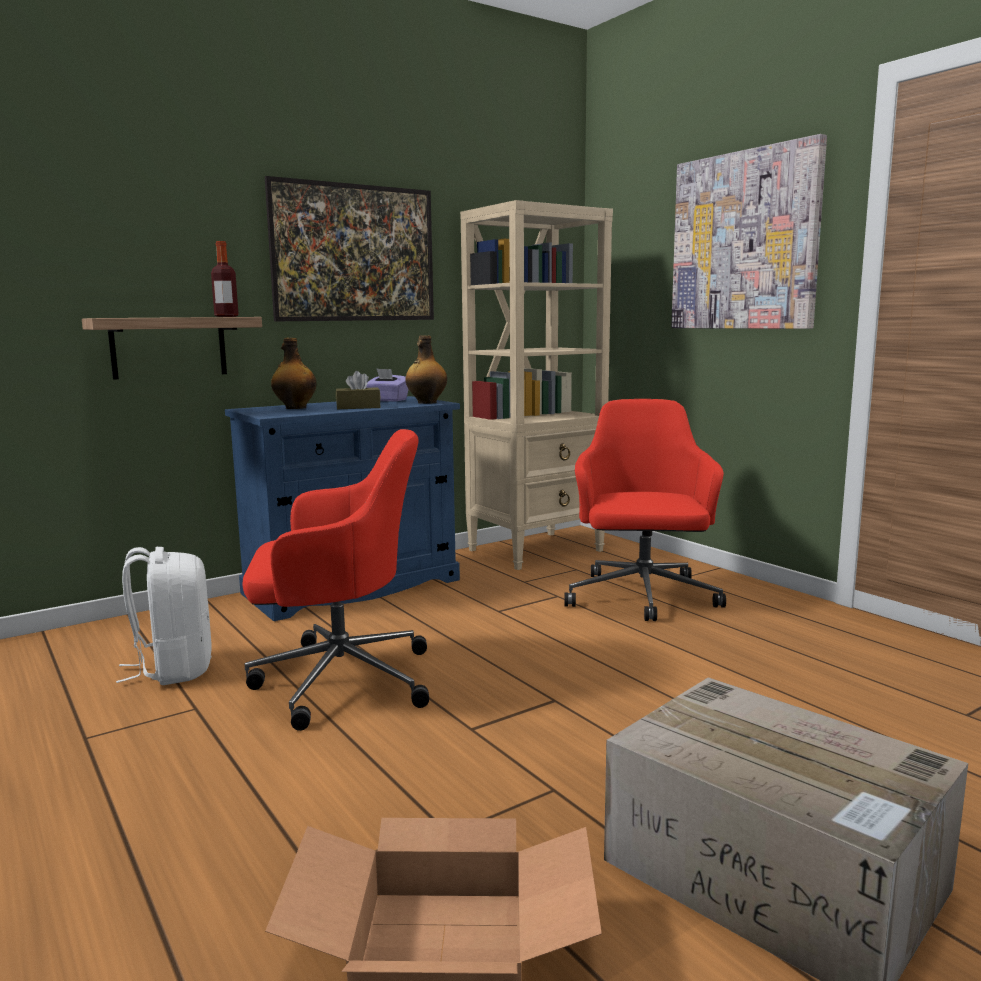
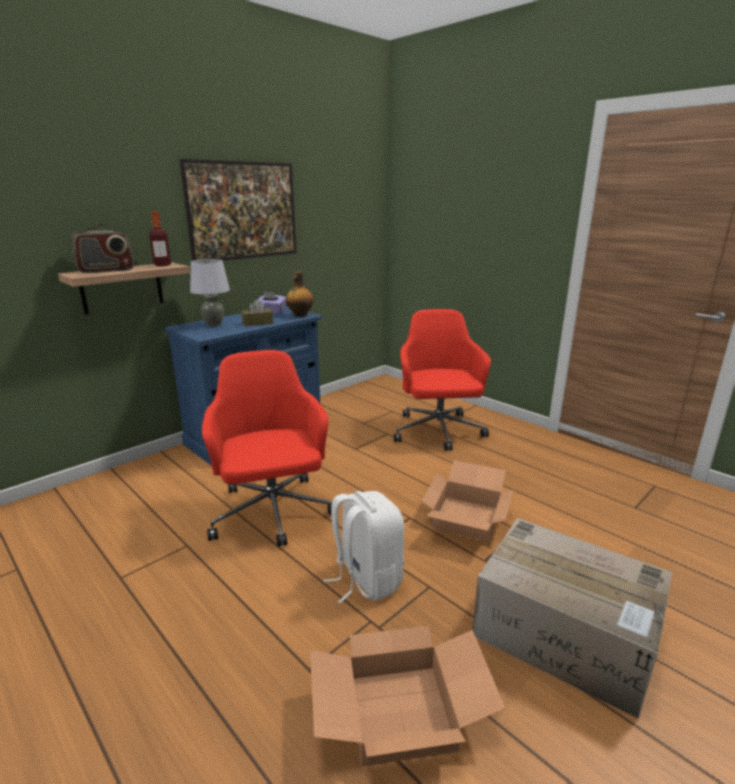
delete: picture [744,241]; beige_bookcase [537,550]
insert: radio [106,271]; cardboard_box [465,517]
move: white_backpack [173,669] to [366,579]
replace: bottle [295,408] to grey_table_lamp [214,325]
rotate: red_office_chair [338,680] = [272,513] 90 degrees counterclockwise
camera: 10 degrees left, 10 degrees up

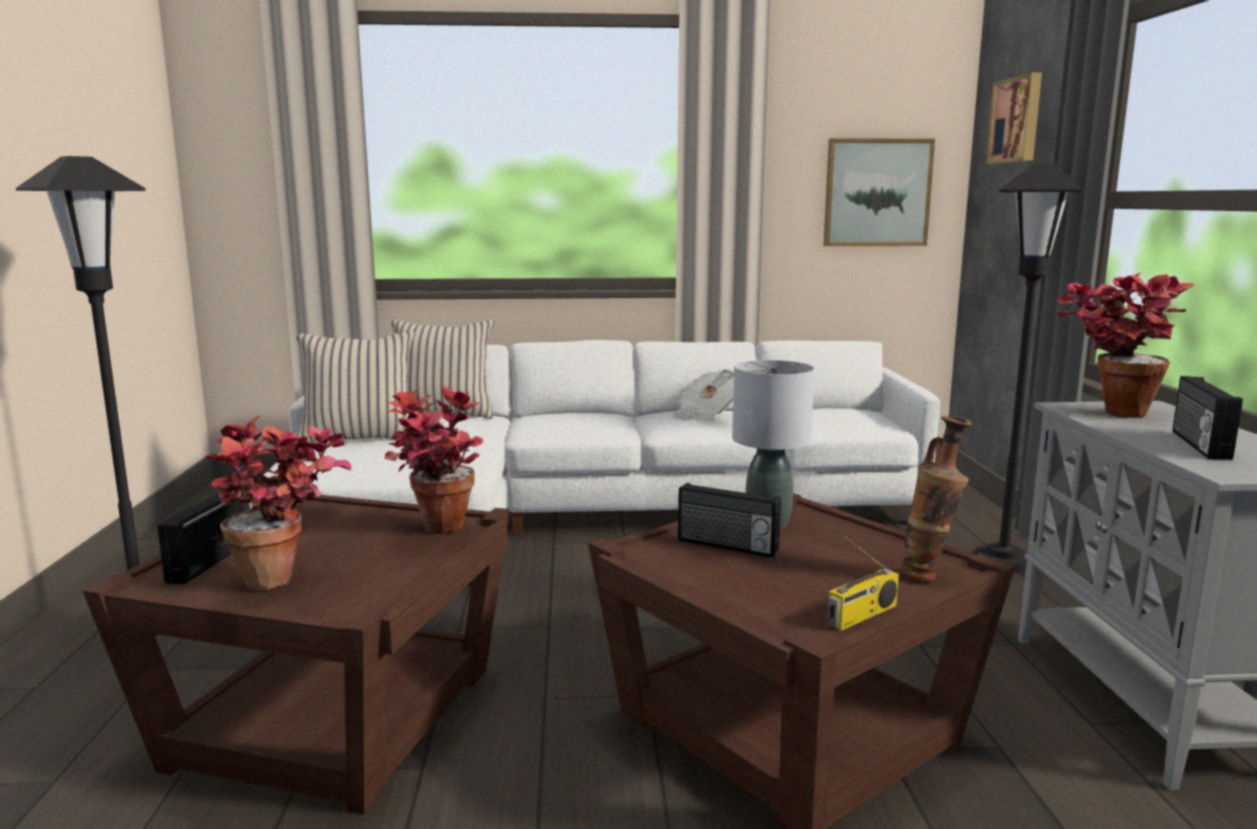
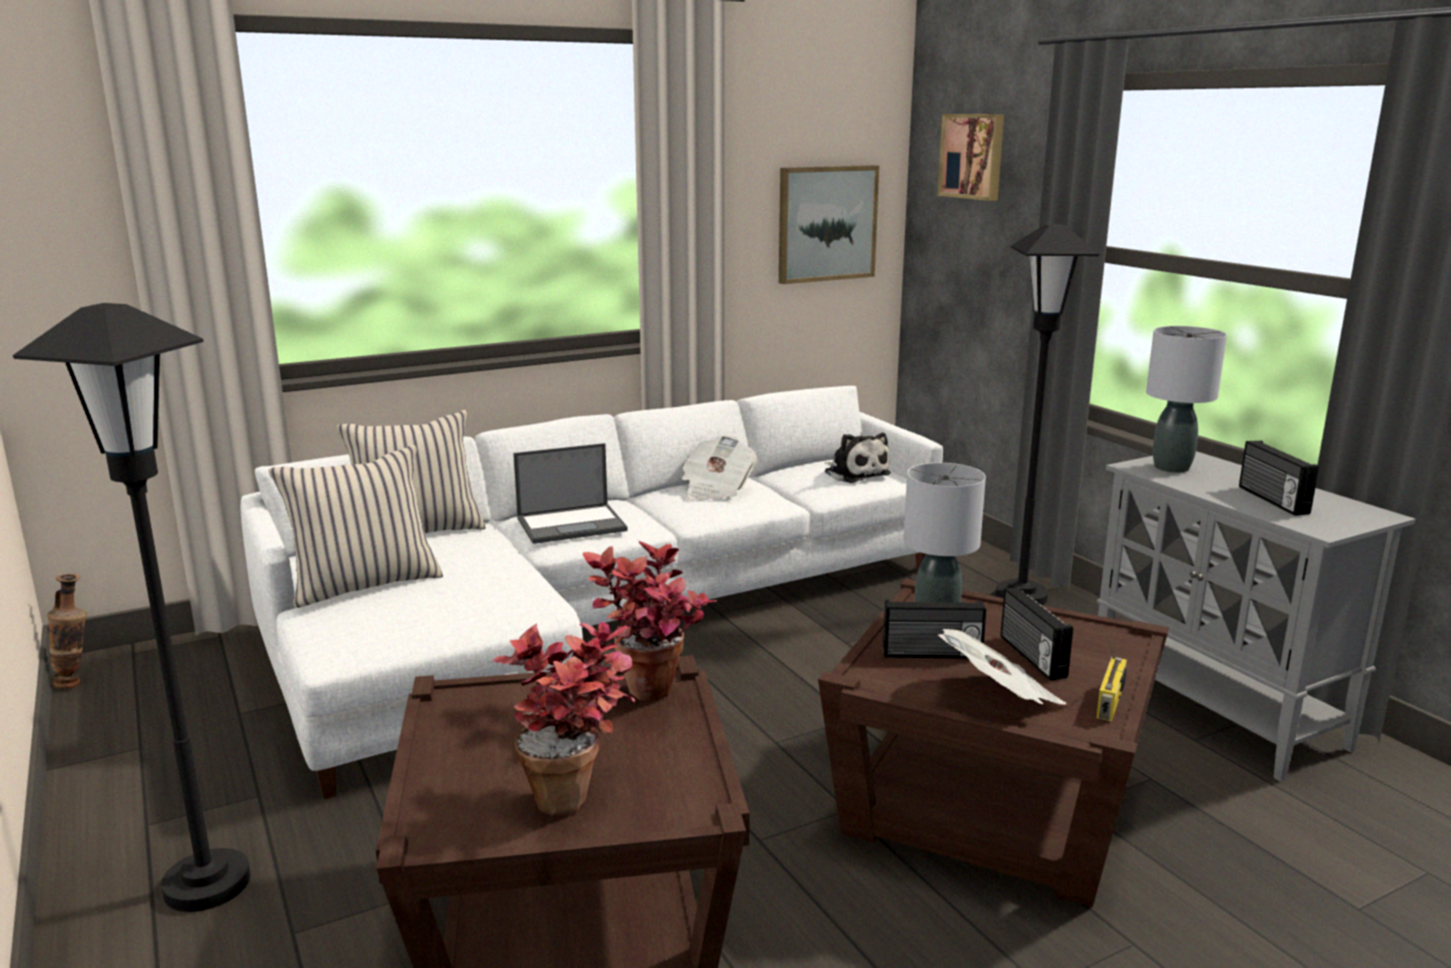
insert: plush_toy [855,473]; laptop [572,524]; newspaper [999,698]
move: vase [929,576] to [77,683]; radio [206,562] to [1030,657]
replace: potted_plant [1109,411] to grey_table_lamp [1171,468]
camera: 25 degrees left, 5 degrees up

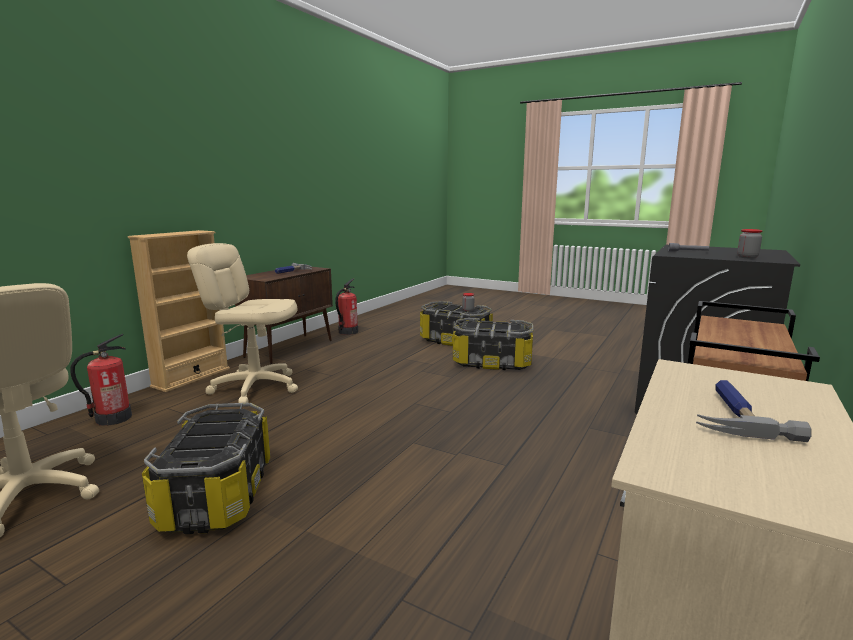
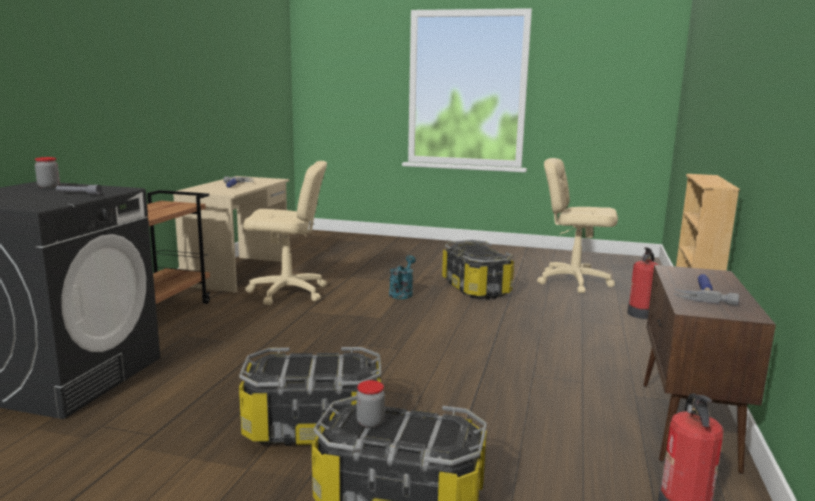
insert: turquoise_watering_can [402,293]
move: beige_office_chair [255,387] to [288,292]
camera: 165 degrees right, 0 degrees up

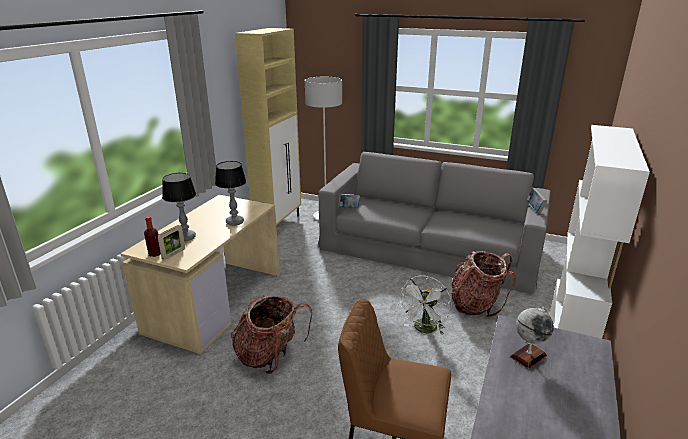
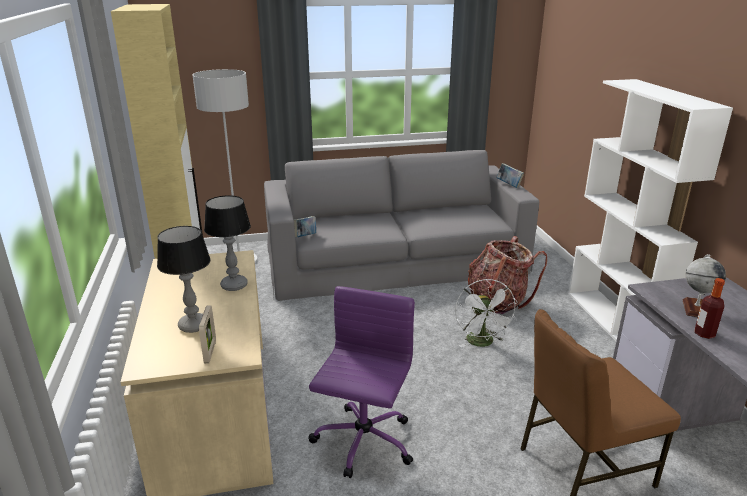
move: bottle [155,254] to [704,334]
replace: backpack [270,356] to purple_office_chair [363,442]
camera: 35 degrees left, 0 degrees up

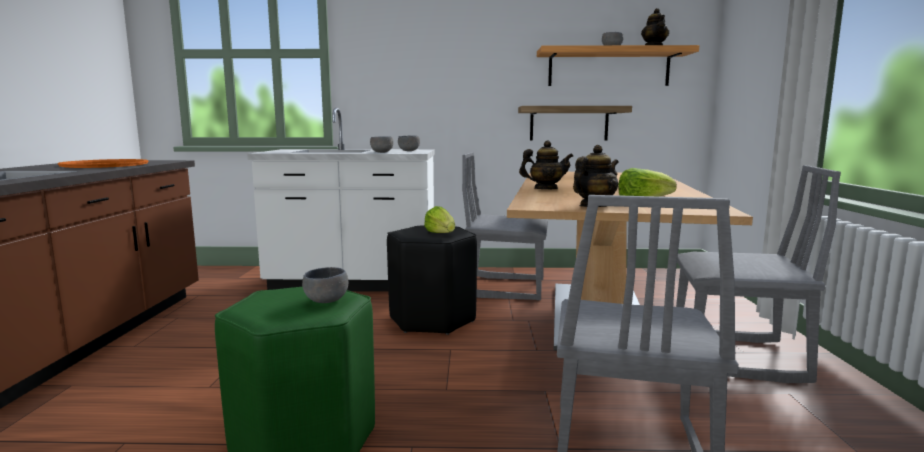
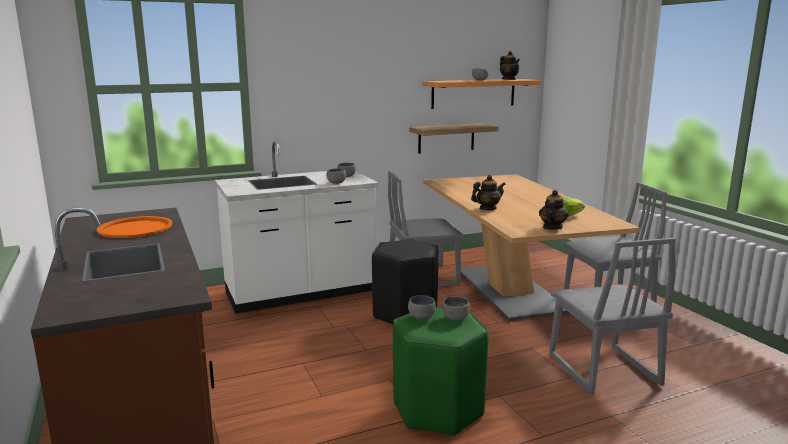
delete: lettuce [441,234]
insert: grey_bowl [422,317]
camera: 25 degrees left, 5 degrees up

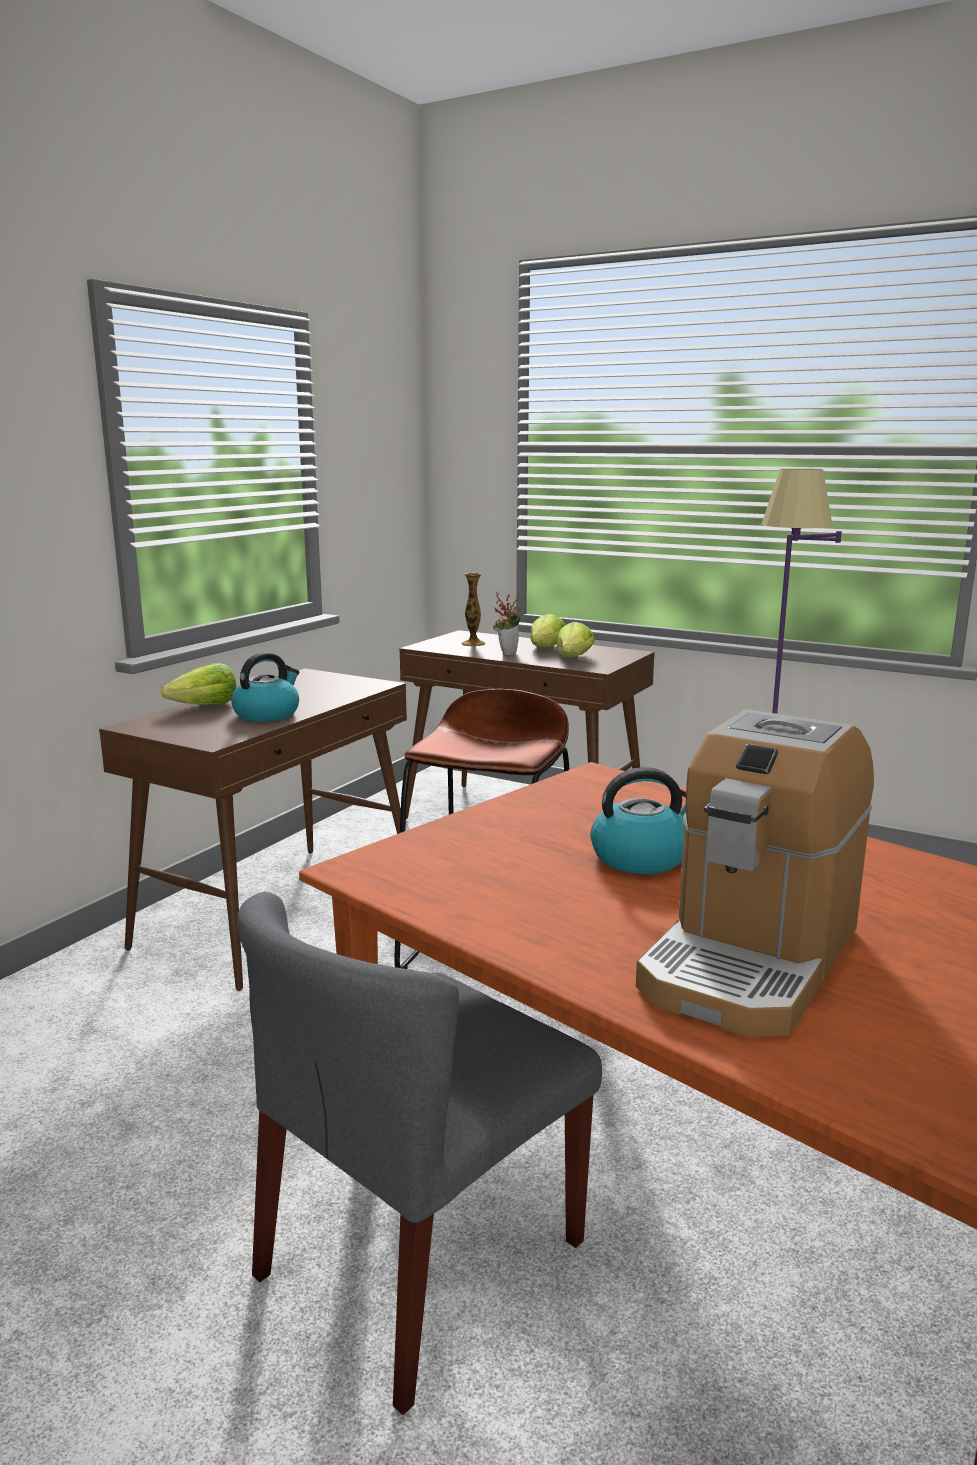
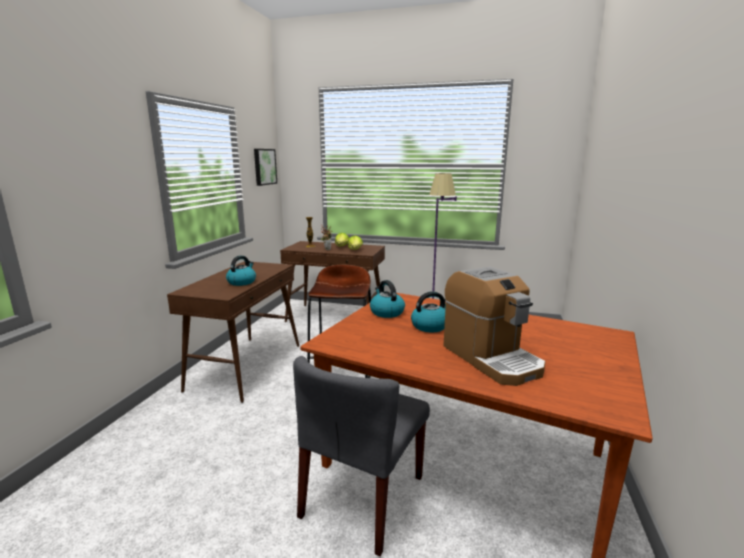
delete: lettuce [205,706]
insert: picture [264,166]; kettle [386,312]
rotate: coffee_machine [751,958] = [491,358] 45 degrees counterclockwise
camera: 15 degrees left, 0 degrees up

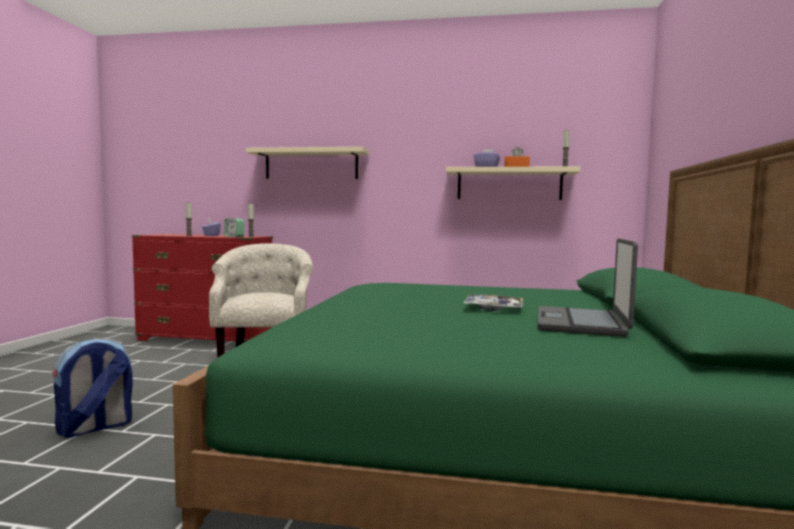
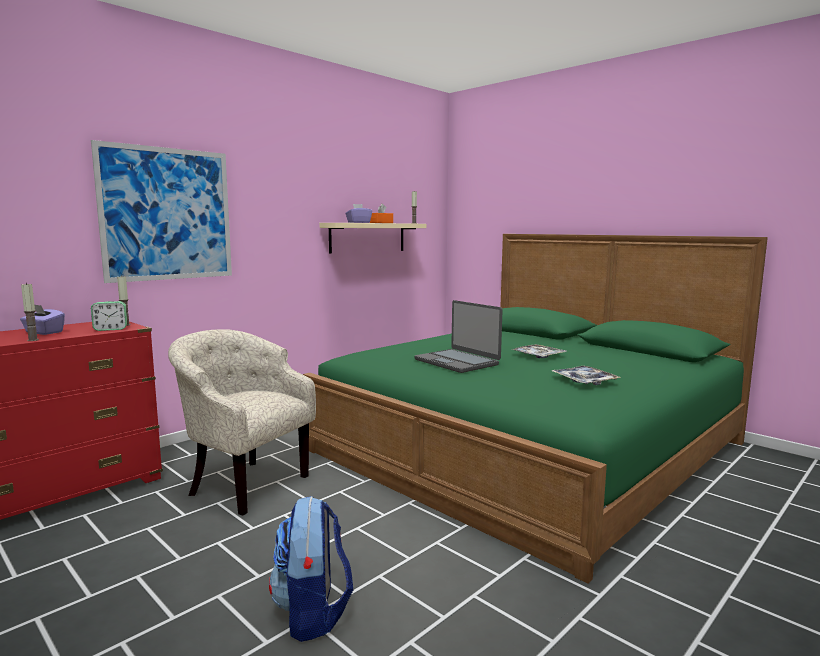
insert: tray [584,381]
move: laptop [581,323] to [457,362]
replace: beige_shelf [311,164] to picture [167,214]
camera: 55 degrees left, 5 degrees up

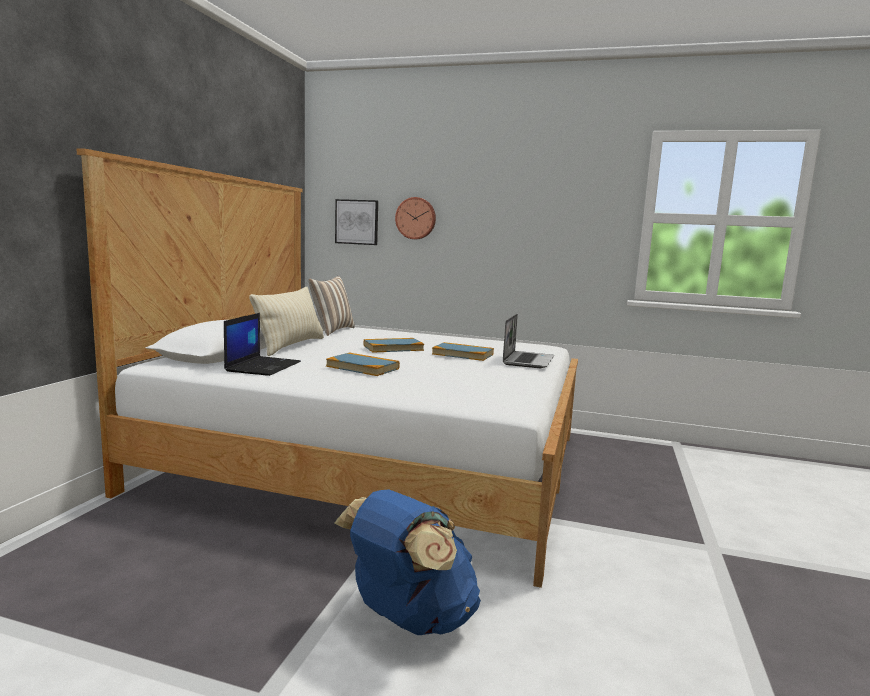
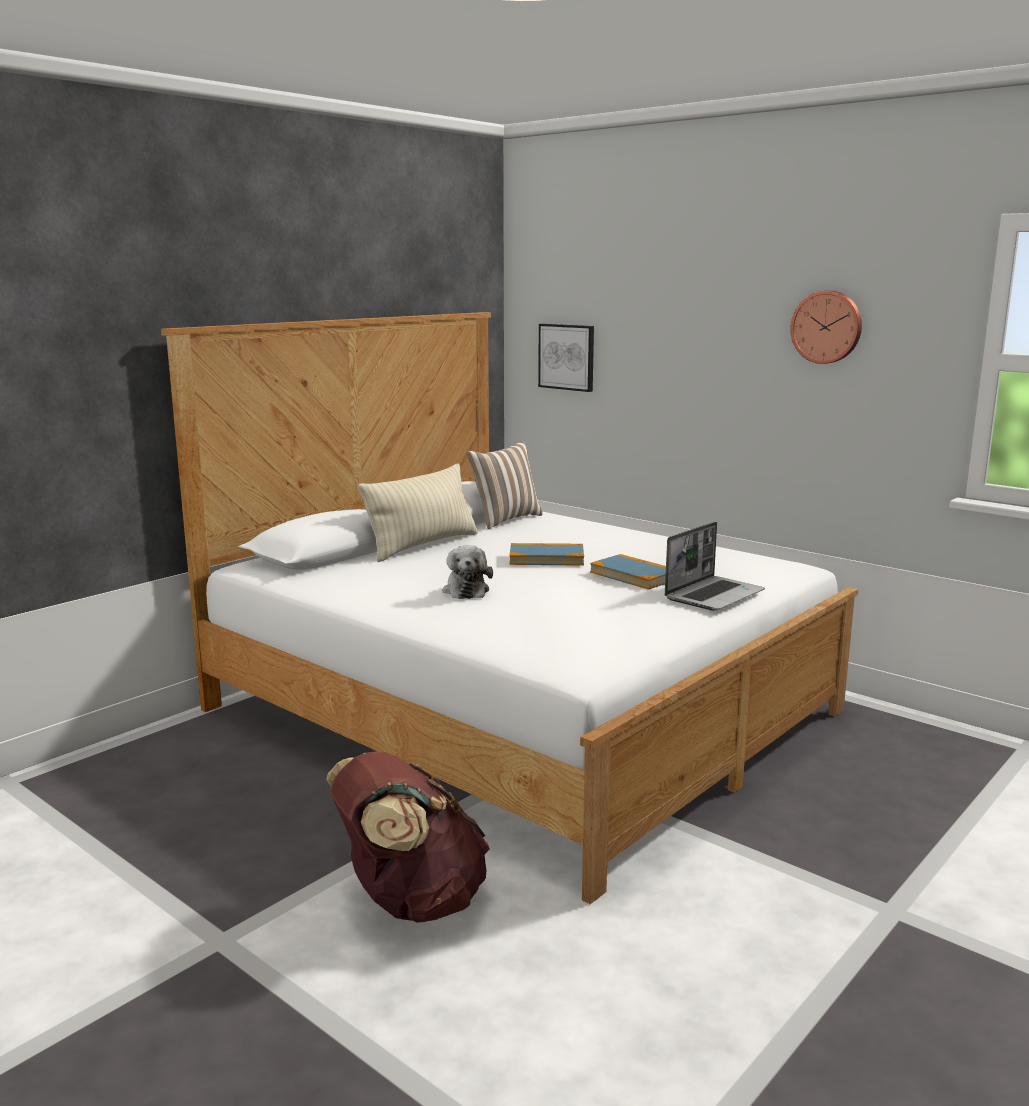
delete: laptop [263,366]
move: wall_clock [416,218] to [827,327]
replace: book [362,367] to plush_toy [466,590]
recolor: blue_backpack [409,618] to brown_backpack [410,901]
camera: 25 degrees right, 5 degrees up

